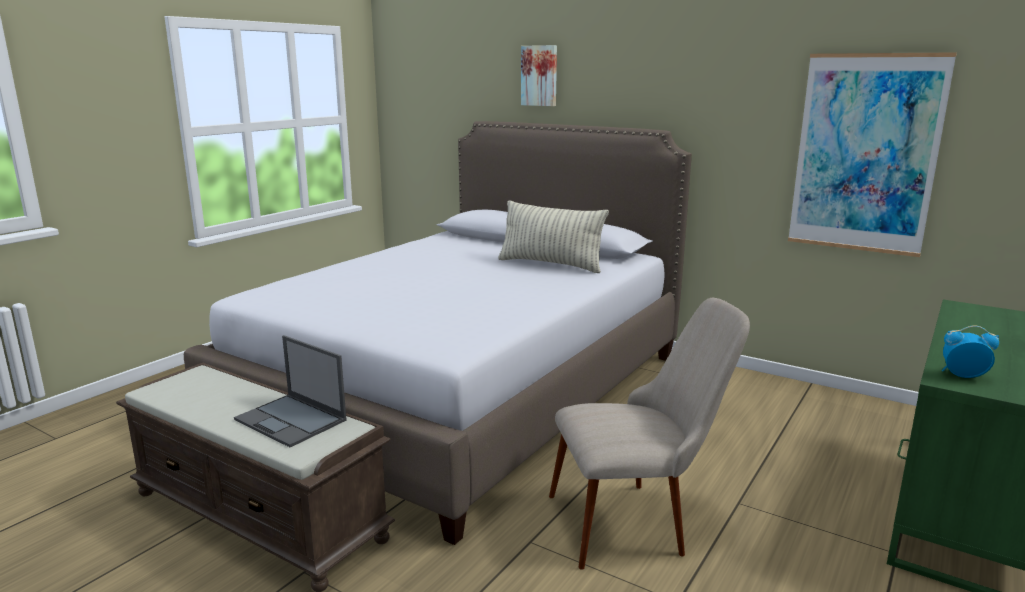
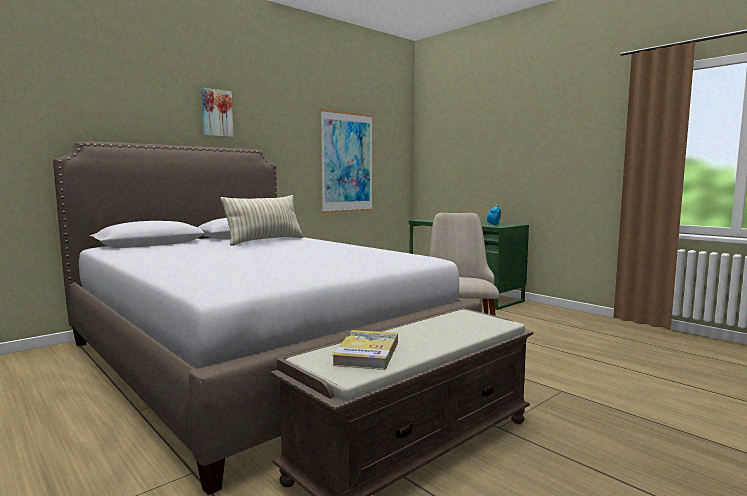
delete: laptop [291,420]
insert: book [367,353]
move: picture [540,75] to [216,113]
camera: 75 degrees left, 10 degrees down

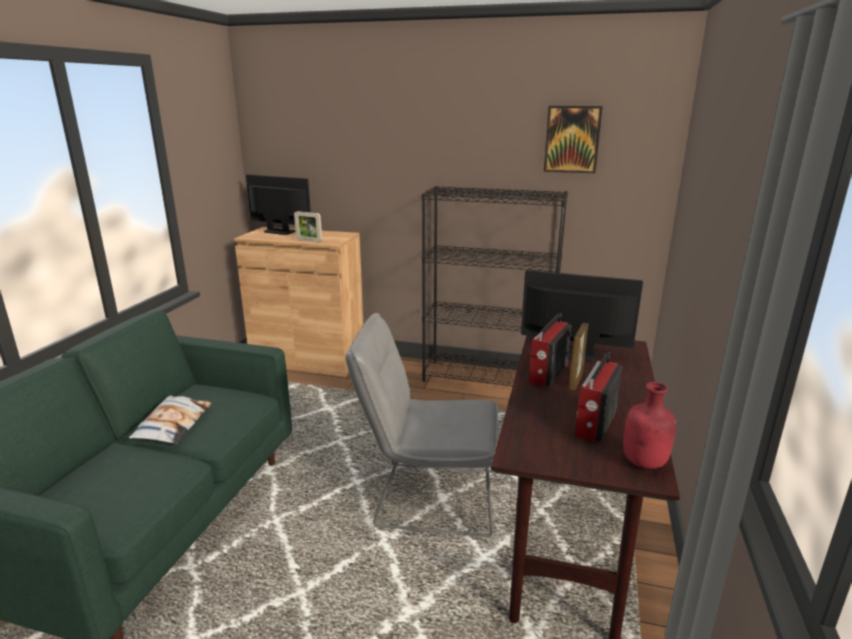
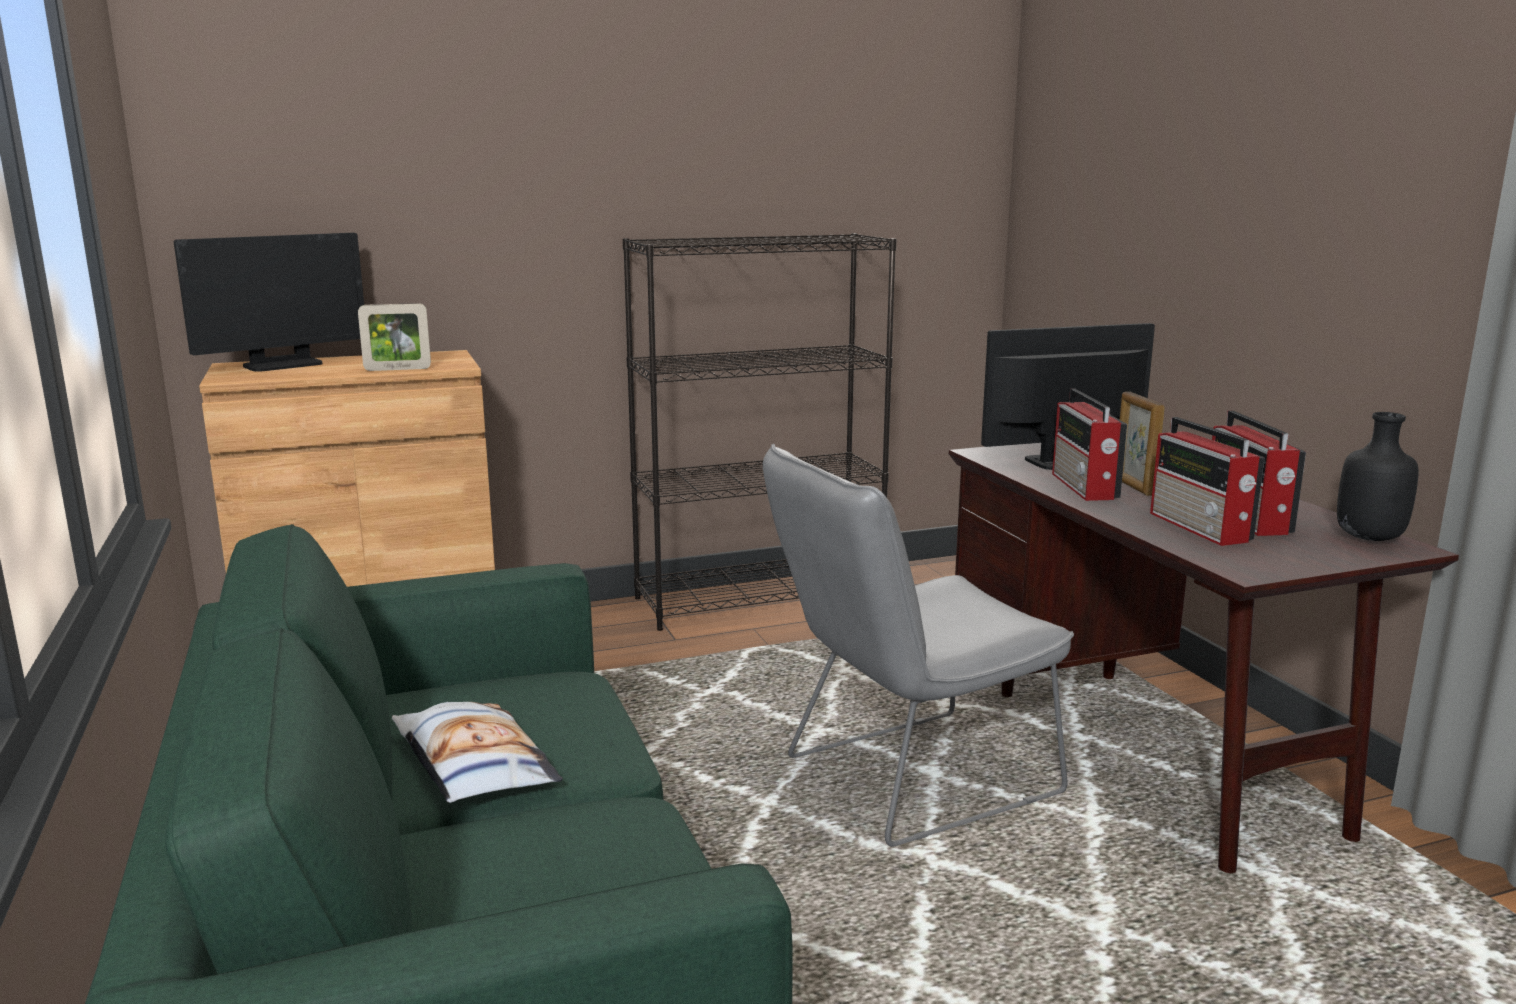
delete: picture [572,139]
insert: radio [1201,528]
recolor: red_bottle [645,462] to black_bottle [1370,537]
rotate: monitor [279,231] = [283,365] 150 degrees clockwise
camera: 35 degrees left, 5 degrees down

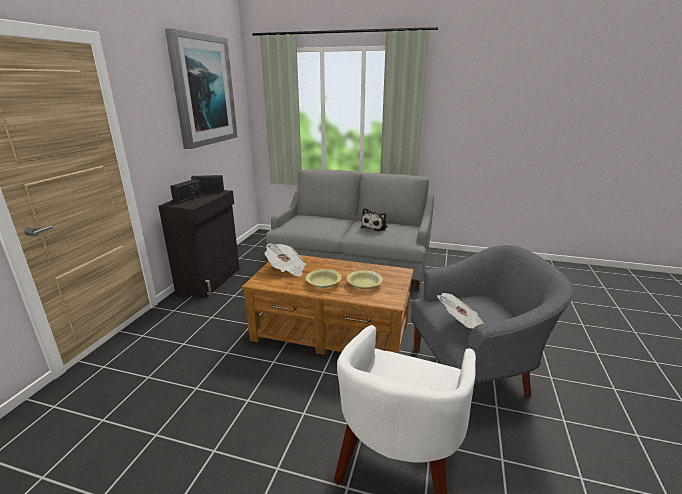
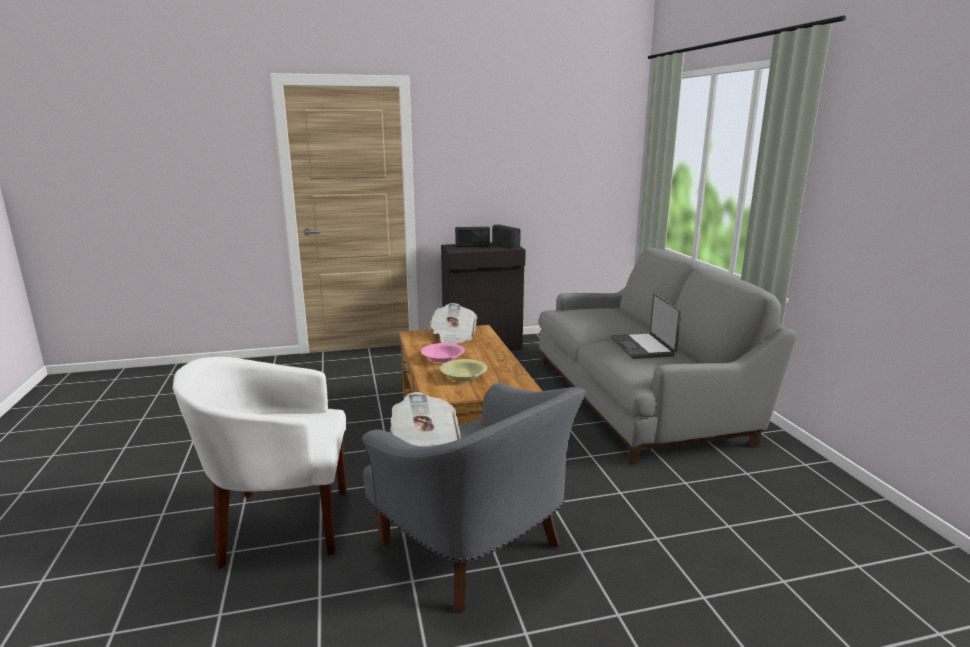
delete: picture [203,90]
replace: plush_toy [375,227] to laptop [643,347]
recolor: yellow_bowl [323,283] to pink_bowl [443,358]
camera: 60 degrees right, 5 degrees down

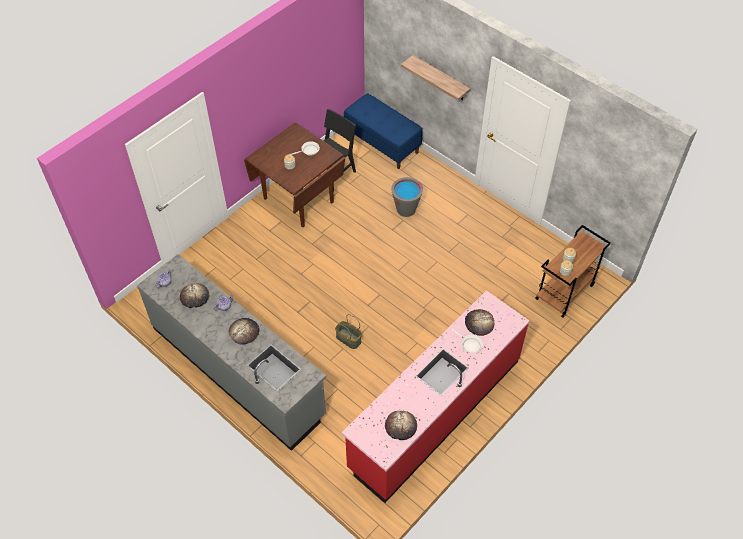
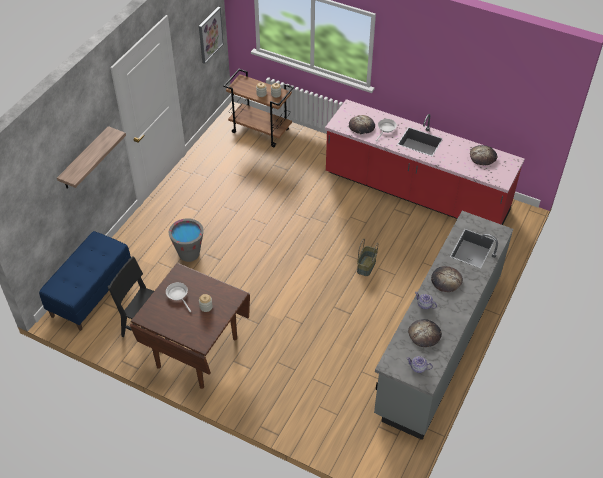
insert: picture [210,34]
camera: 105 degrees left, 5 degrees down

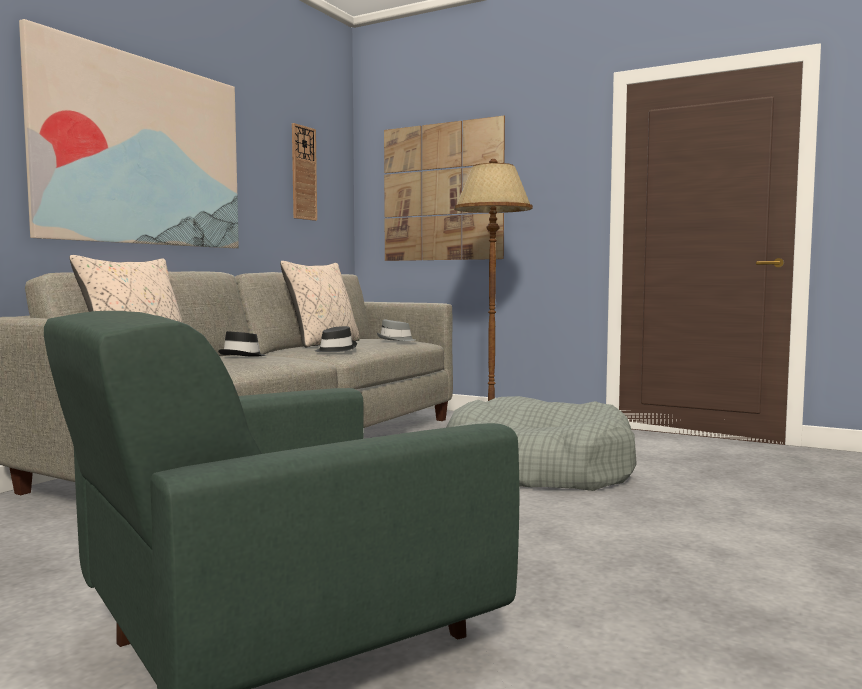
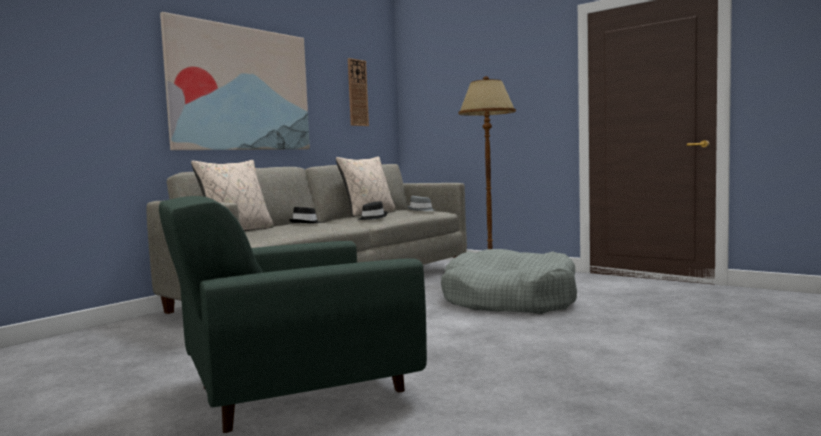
delete: picture [442,192]
camera: 10 degrees right, 0 degrees up

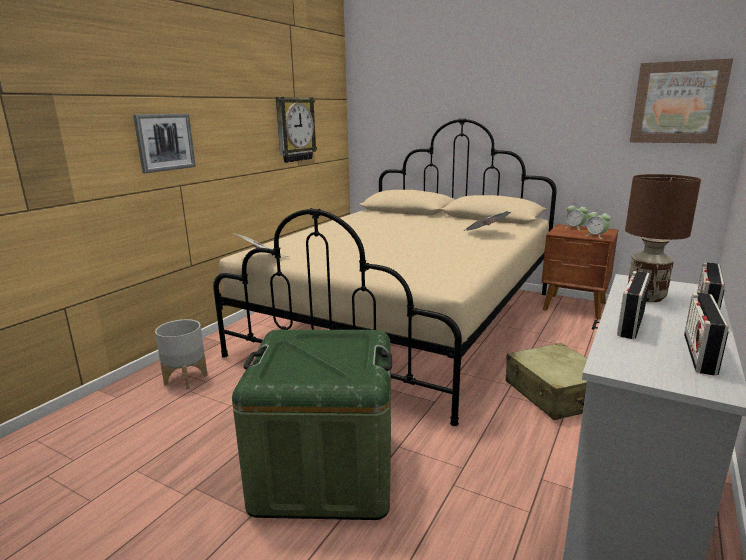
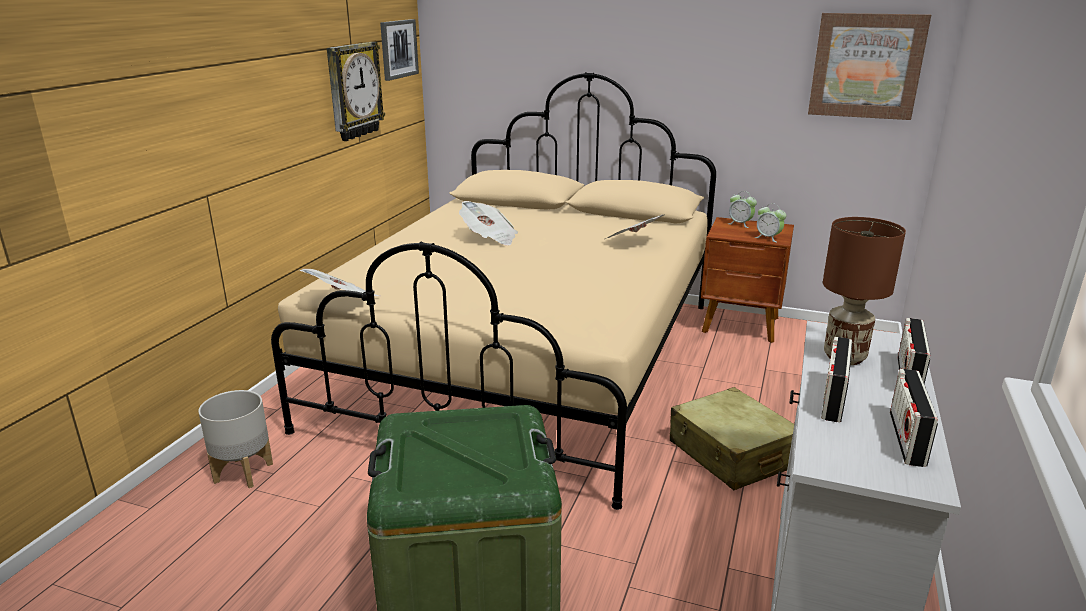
insert: newspaper [489,238]
move: picture [165,142] to [398,49]
camera: 10 degrees left, 5 degrees up

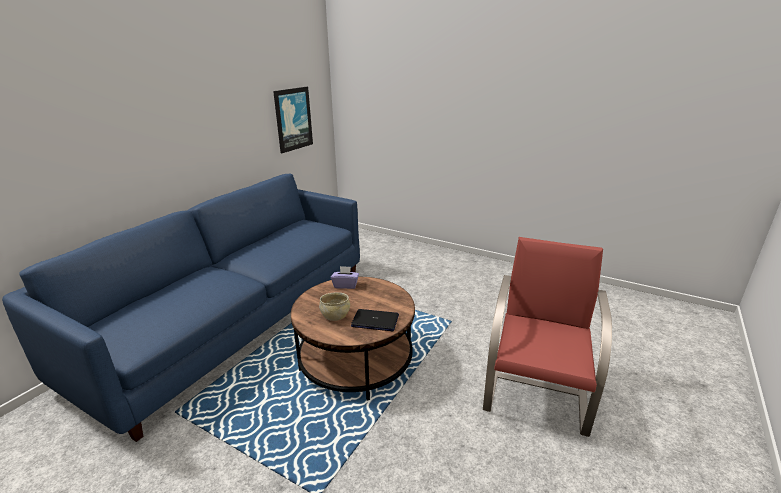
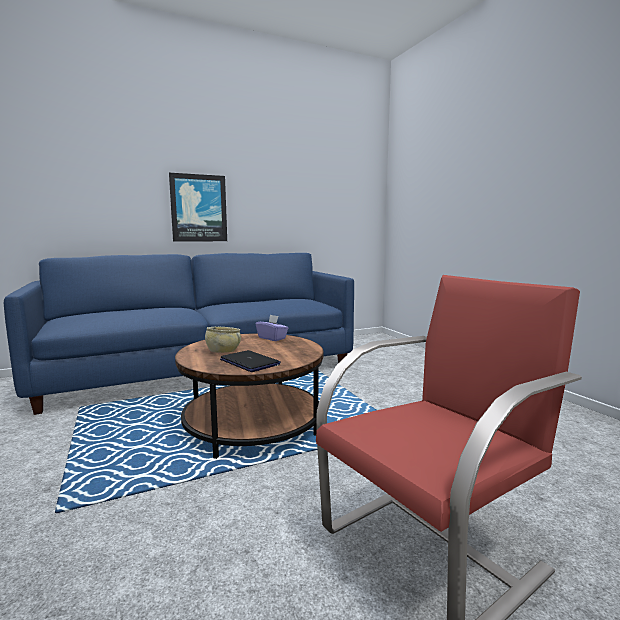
move: picture [293,119] to [198,208]
camera: 35 degrees right, 15 degrees down

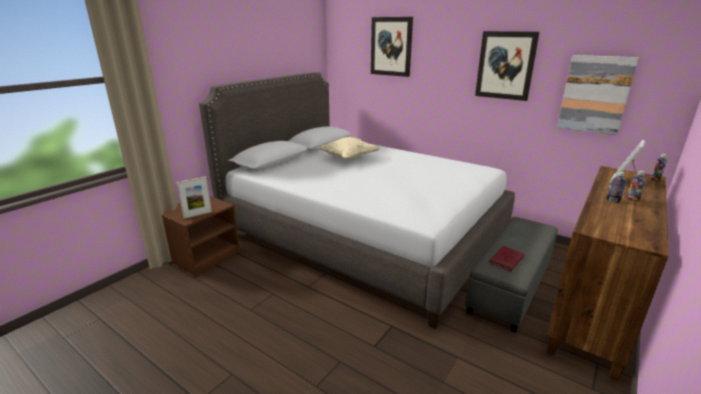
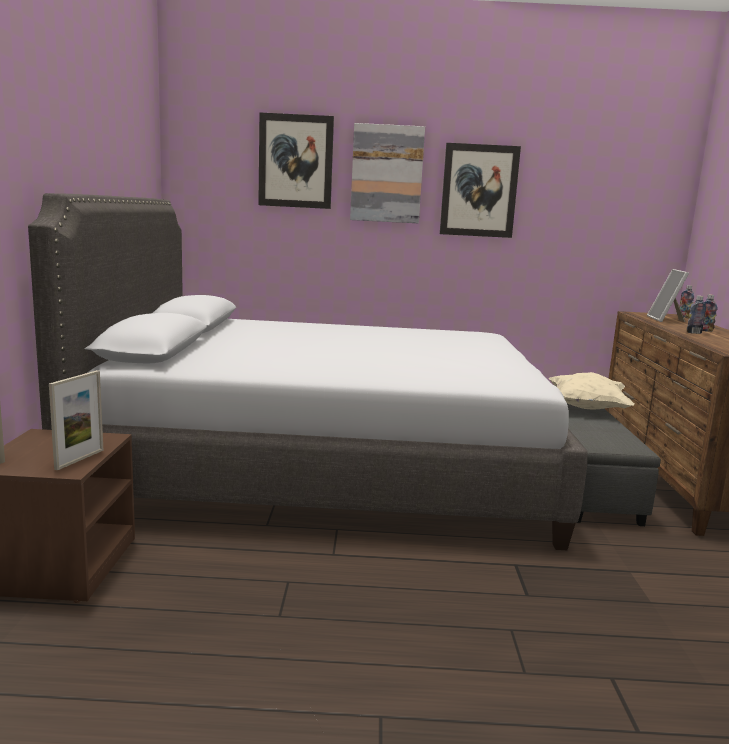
delete: red_book [506,260]
move: picture [595,94] to [386,174]; beige_pillow [348,158] to [587,408]
camera: 35 degrees left, 10 degrees down

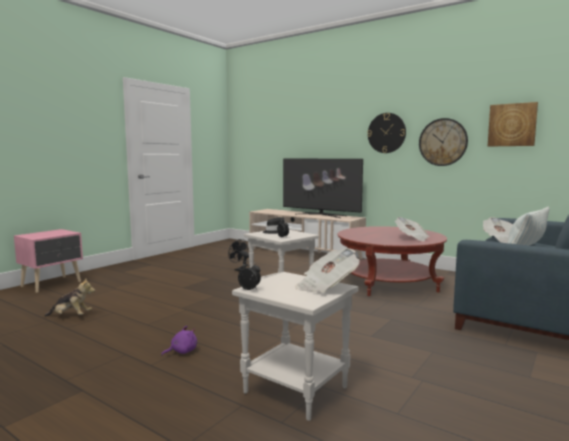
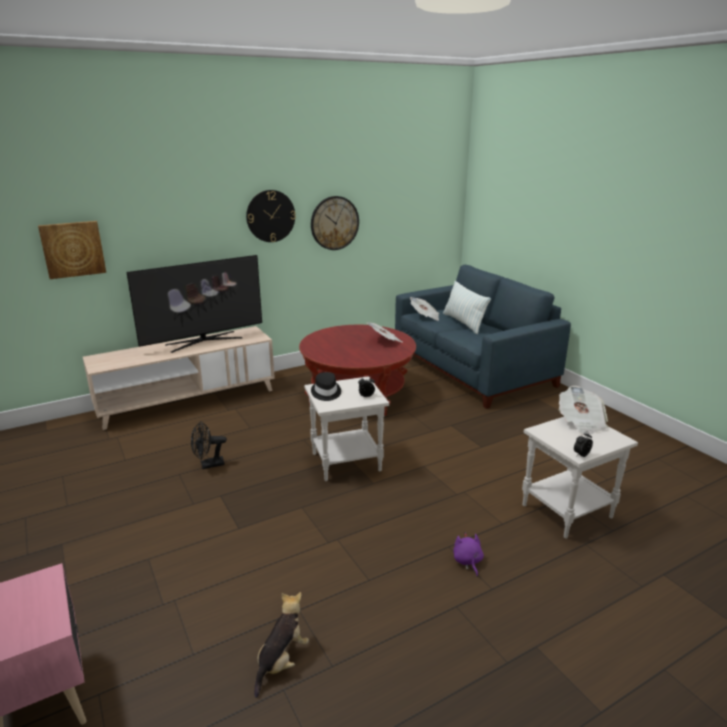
move: picture [512,125] to [73,249]
camera: 65 degrees left, 15 degrees up

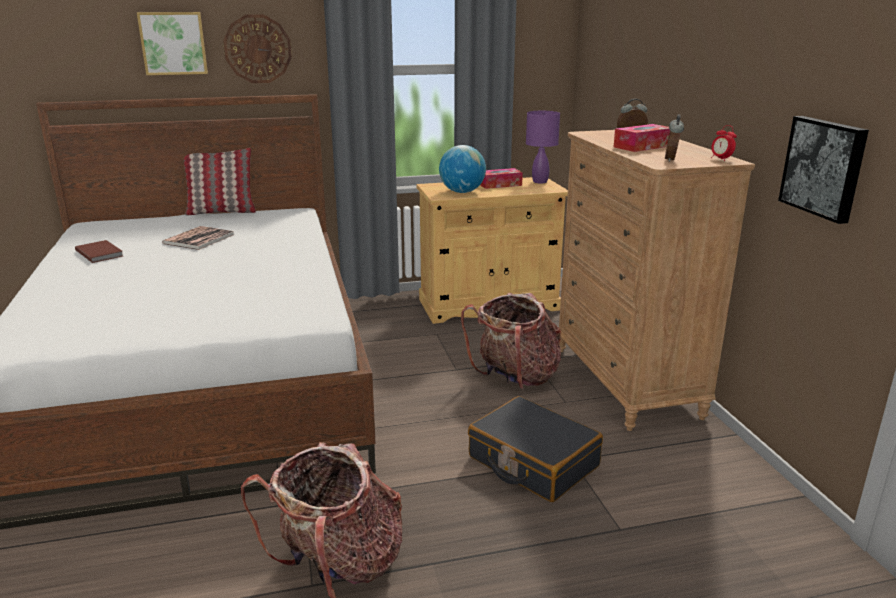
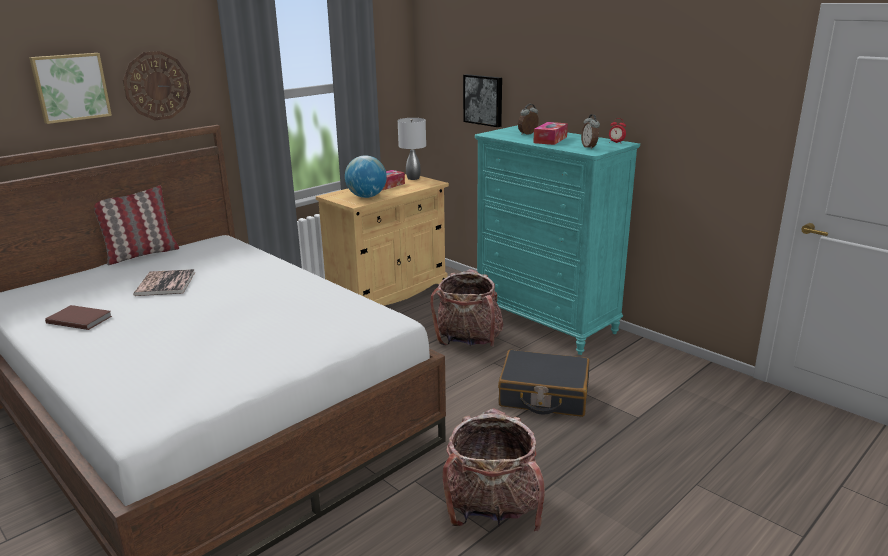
move: picture [824,167] to [484,100]
recolor: purple_table_lamp [540,181] to grey_table_lamp [413,178]; brown_dresser [626,382] to turquoise_dresser [545,322]
camera: 30 degrees left, 0 degrees up

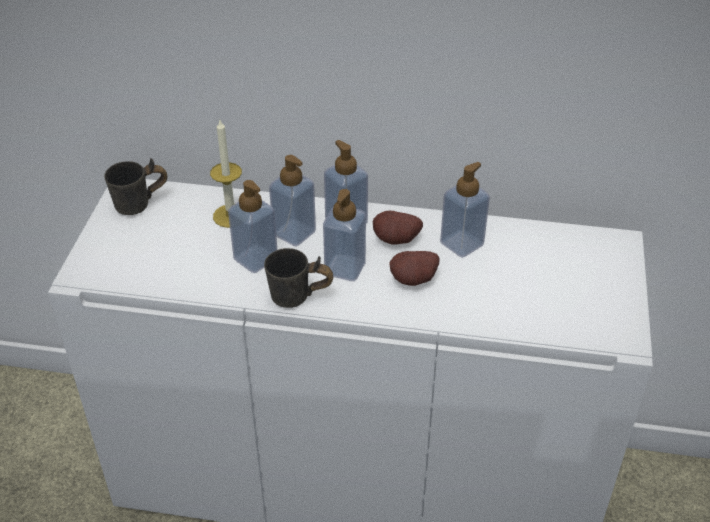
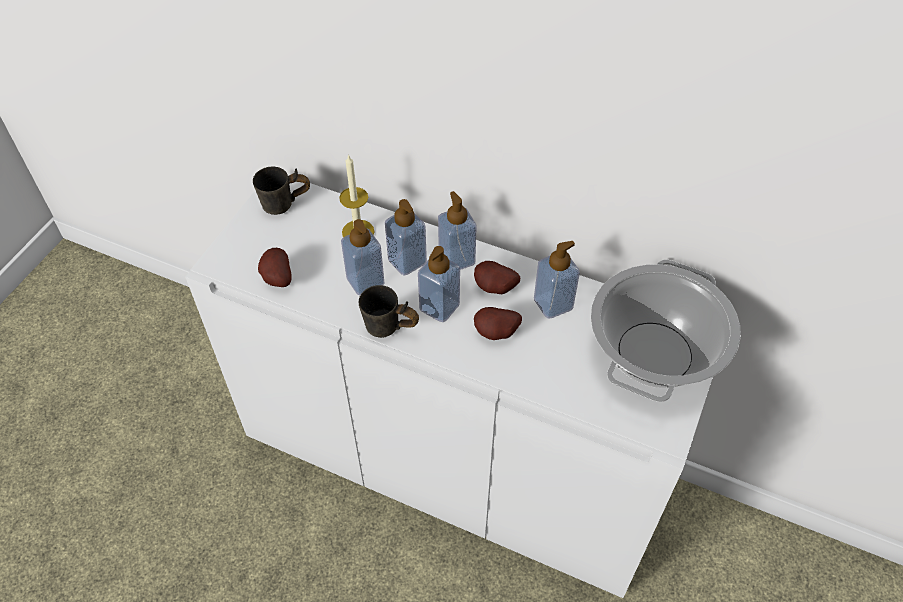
insert: potato [276,278]; cooking_pot [654,354]
camera: 15 degrees right, 10 degrees up

